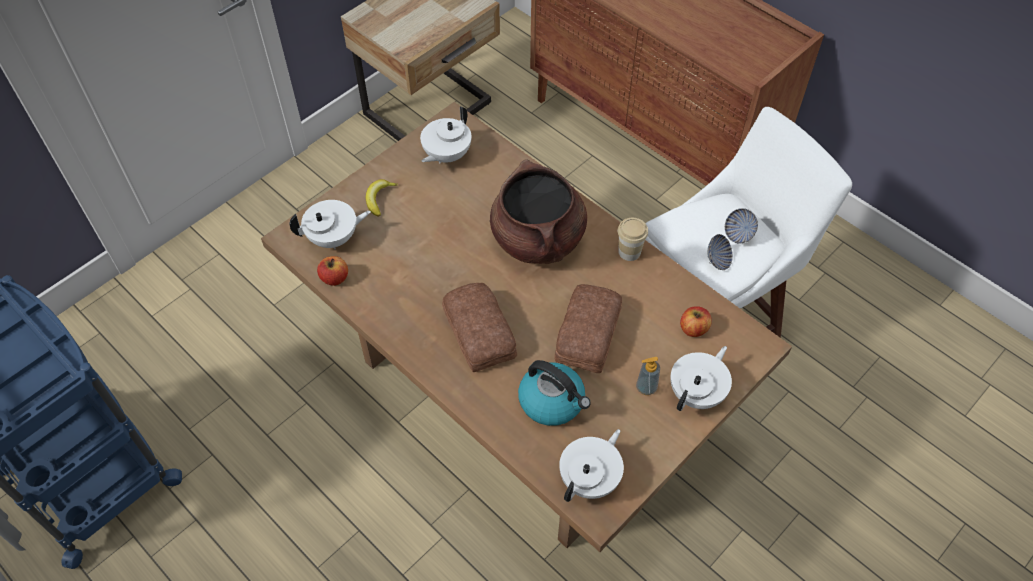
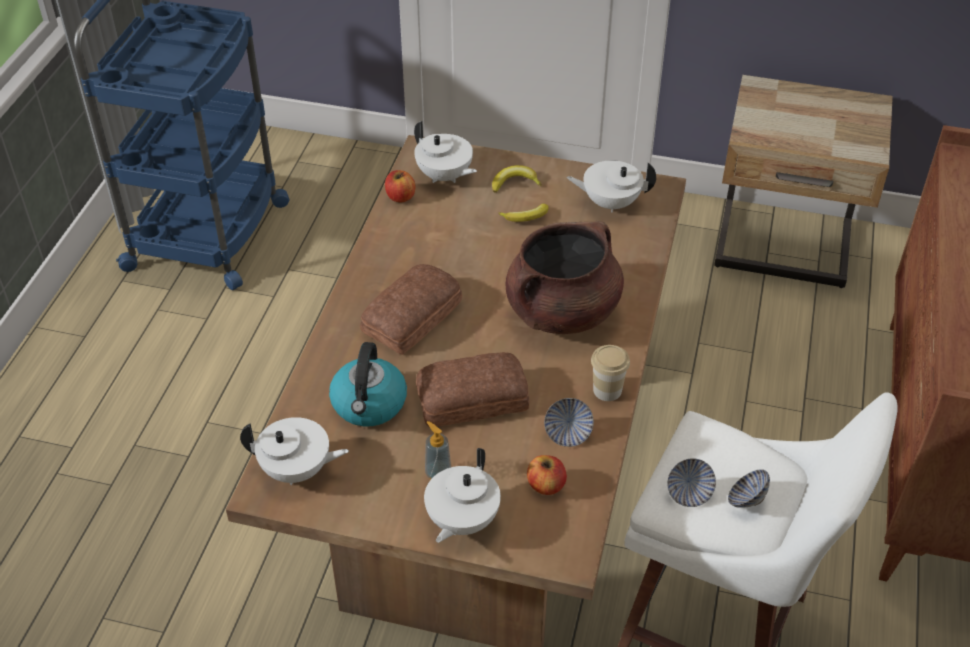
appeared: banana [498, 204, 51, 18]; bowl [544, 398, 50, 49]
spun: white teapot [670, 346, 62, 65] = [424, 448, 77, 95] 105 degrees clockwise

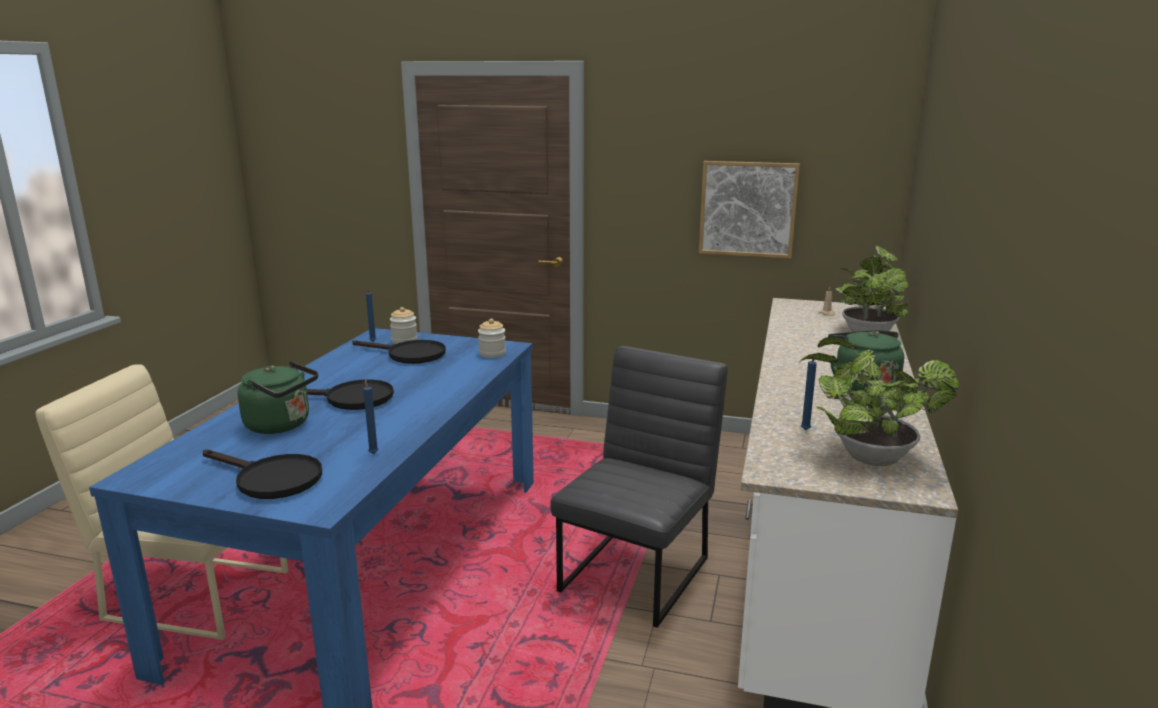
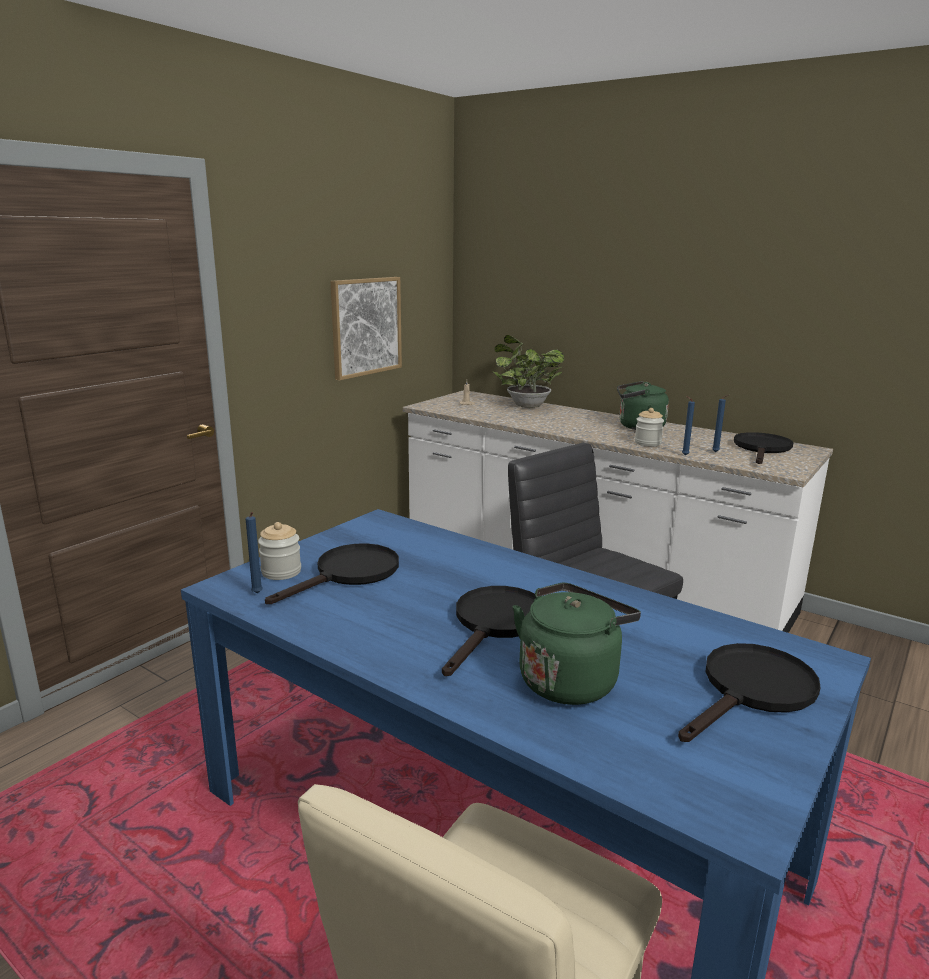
relocated: blue candle [363, 378, 15, 76] to [682, 396, 13, 59]; jar [478, 319, 28, 39] to [635, 408, 29, 38]
exchanged: potted plant [798, 337, 162, 129] to black frying pan [734, 432, 59, 32]

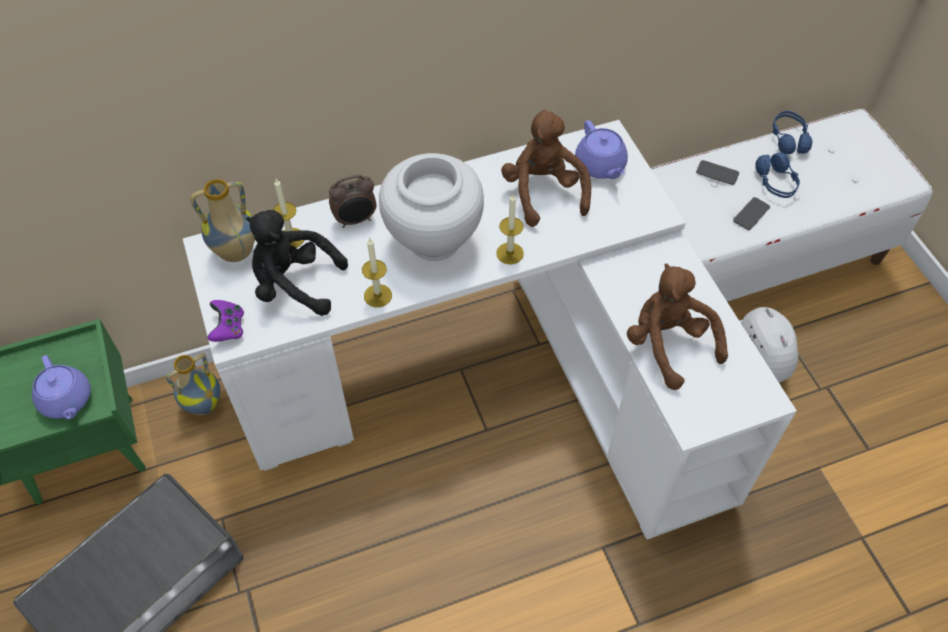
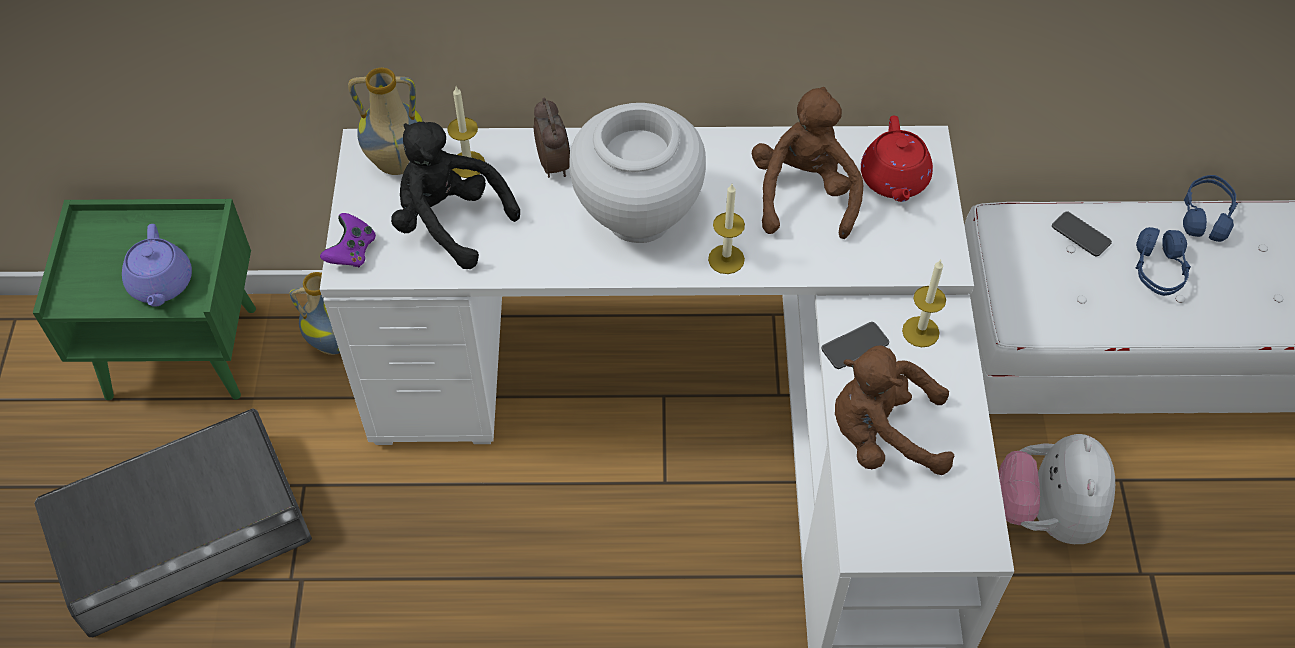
relocated: candle [362, 238, 30, 69] to [902, 260, 44, 87]; phone [733, 197, 37, 33] to [821, 322, 68, 47]
colour: purple teapot [575, 120, 53, 59] to red teapot [861, 116, 72, 86]
spun: alarm clock [329, 175, 47, 53] = [534, 98, 36, 80] 105 degrees counterclockwise; brown plush toy [627, 263, 101, 127] = [835, 345, 120, 130] 75 degrees counterclockwise

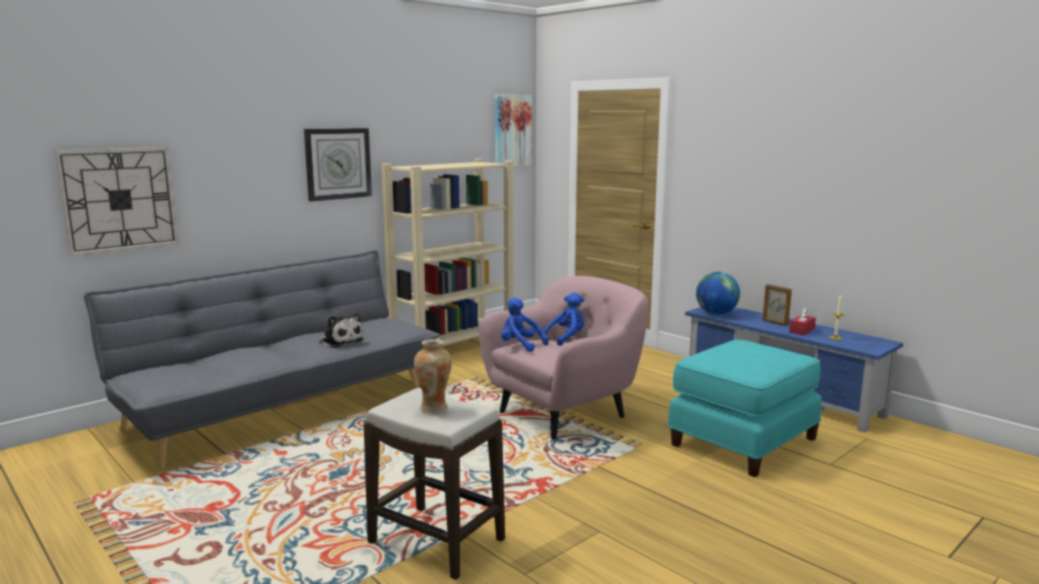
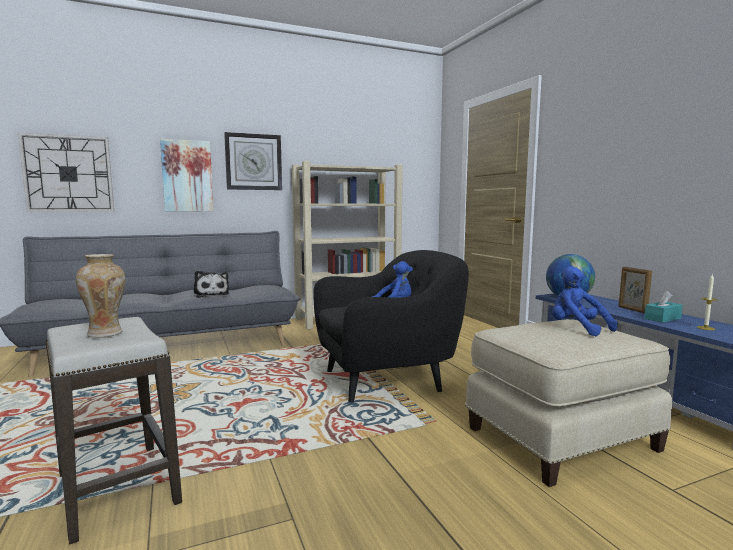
relocated: picture [495, 95, 37, 73] to [160, 139, 54, 73]; blue plush toy [501, 298, 48, 54] to [552, 266, 66, 70]
colour: pink armchair [479, 276, 170, 163] to black armchair [313, 250, 156, 152]; turquoise ottoman [668, 340, 153, 137] to beige ottoman [465, 319, 207, 168]; red tissue box [789, 307, 27, 28] to turquoise tissue box [644, 291, 39, 32]

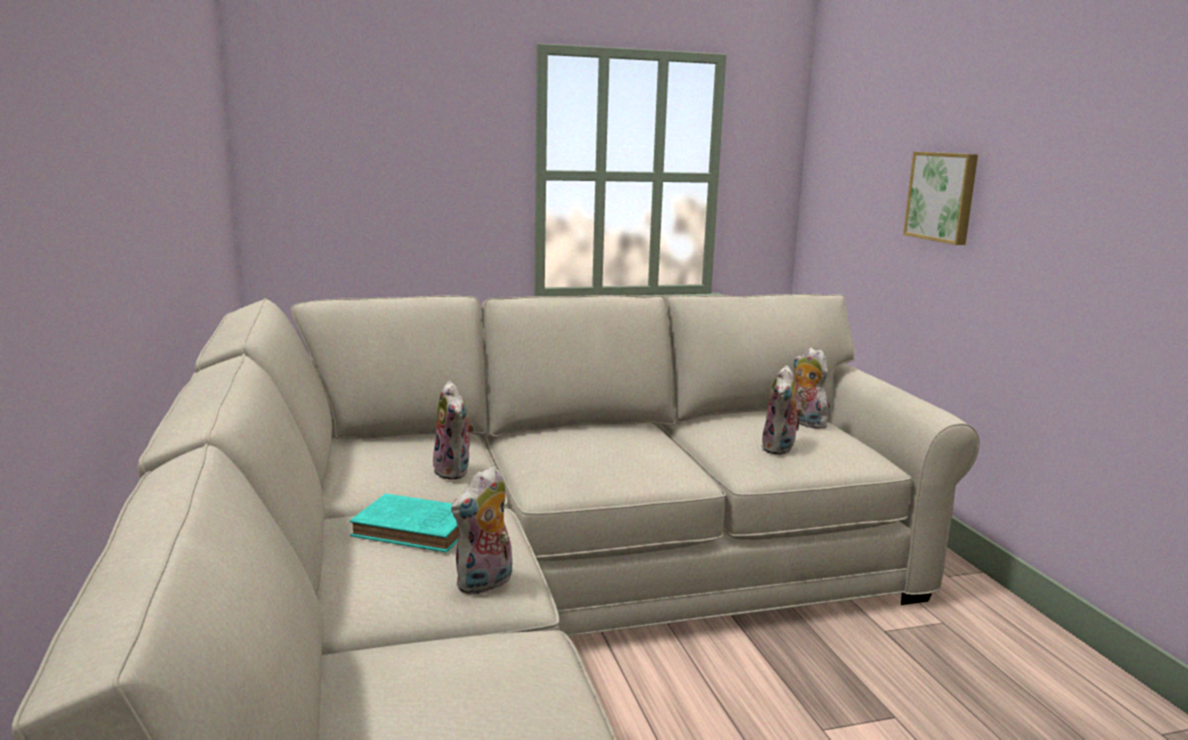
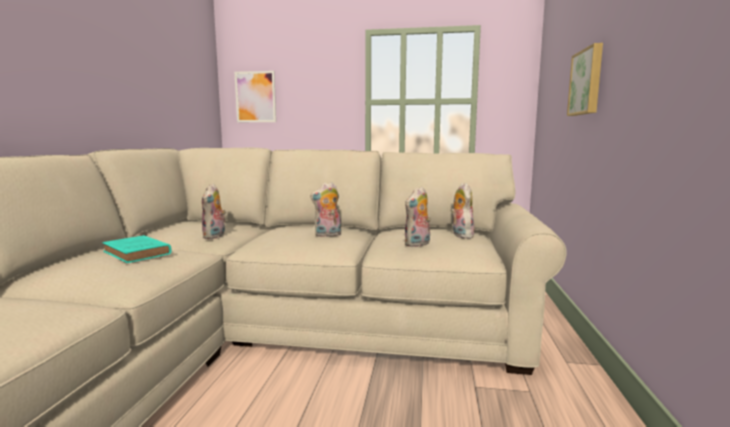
appeared: picture [234, 71, 42, 51]
relocated: plush toy [451, 466, 61, 129] to [310, 182, 31, 55]

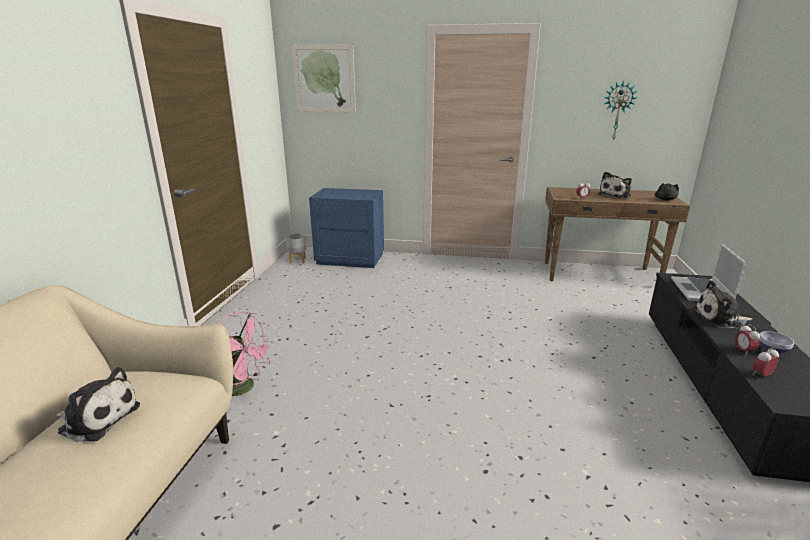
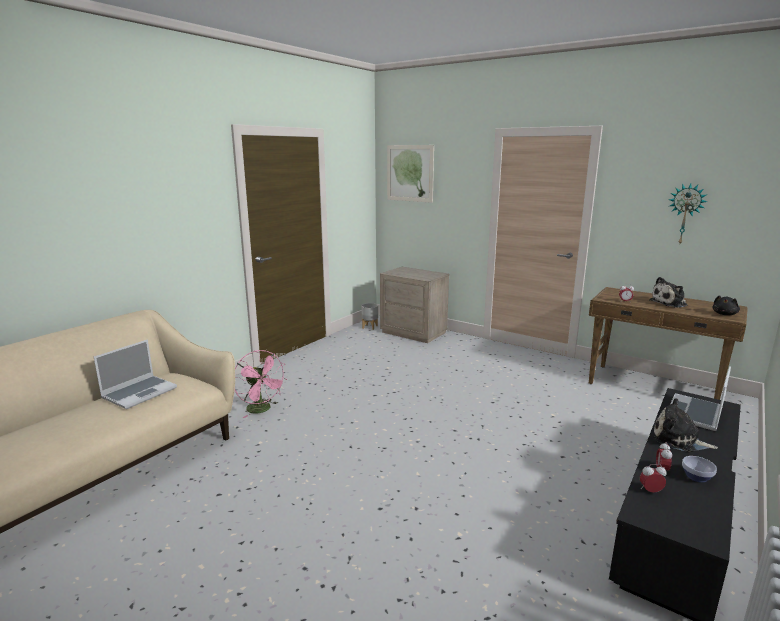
exchanged: plush toy [55, 367, 85, 75] to laptop [94, 339, 83, 70]
colour: blue nightstand [309, 188, 75, 80] to beige nightstand [380, 267, 69, 76]

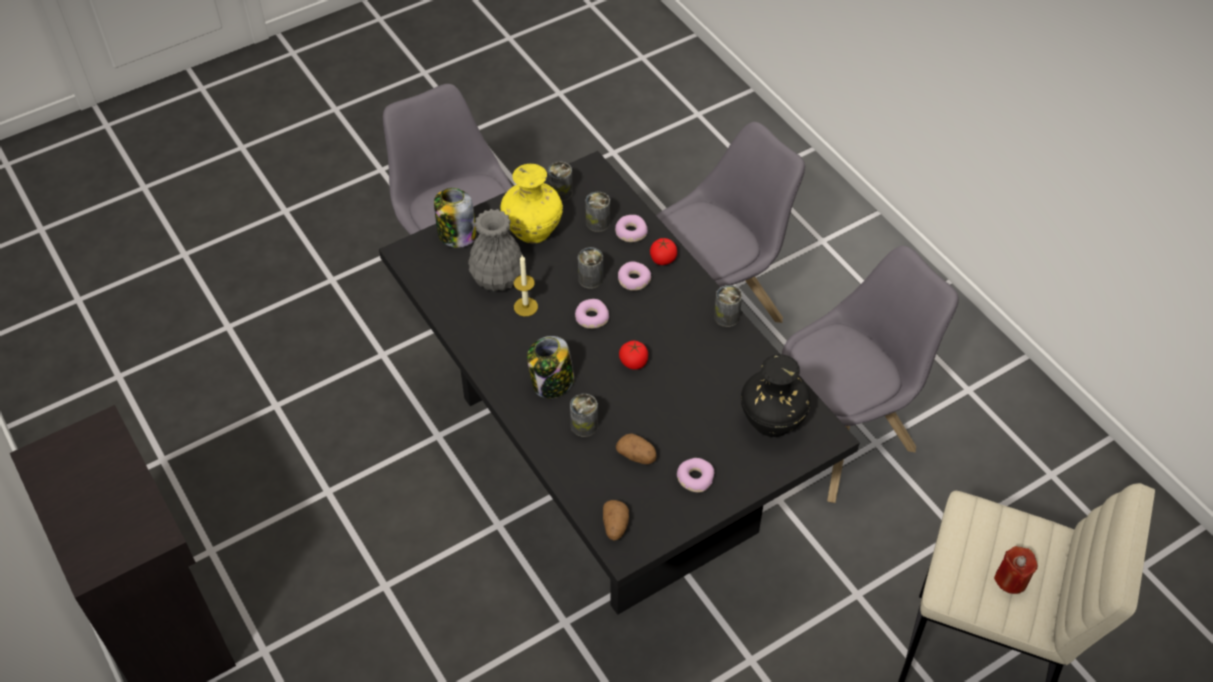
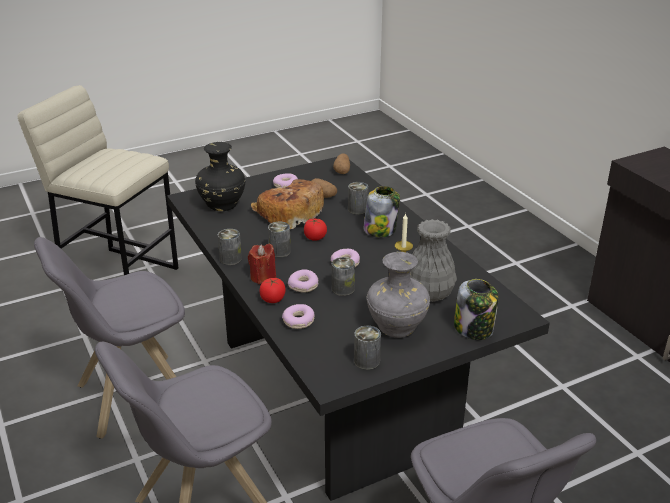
appeared: bread [251, 179, 73, 50]
relocated: can [585, 192, 25, 40] to [268, 221, 23, 37]; red candle [994, 546, 44, 48] to [248, 244, 28, 40]
colour: yellow vase [500, 164, 63, 79] to grey vase [367, 252, 63, 86]

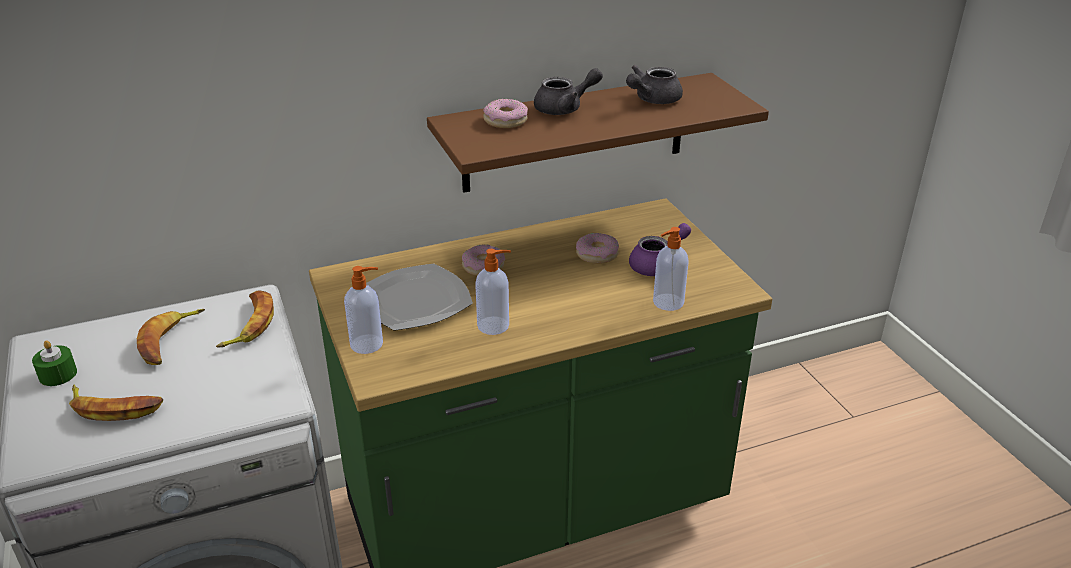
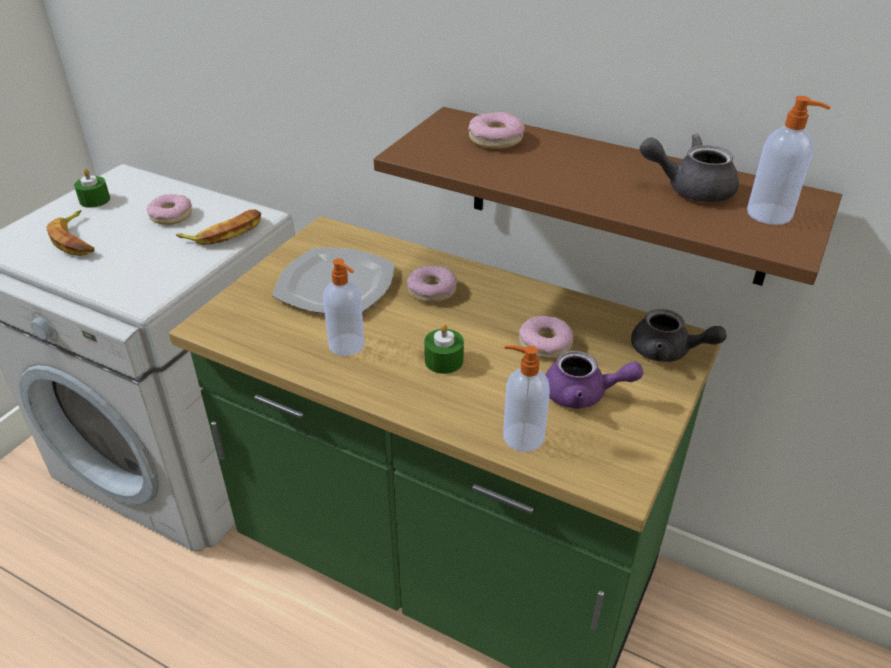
appeared: green candle [424, 324, 40, 50]
relocated: soap dispenser [344, 266, 39, 88] to [747, 96, 84, 129]; grey teapot [534, 68, 69, 47] to [631, 309, 96, 53]
exchanged: banana [137, 309, 68, 56] to donut [147, 194, 45, 31]

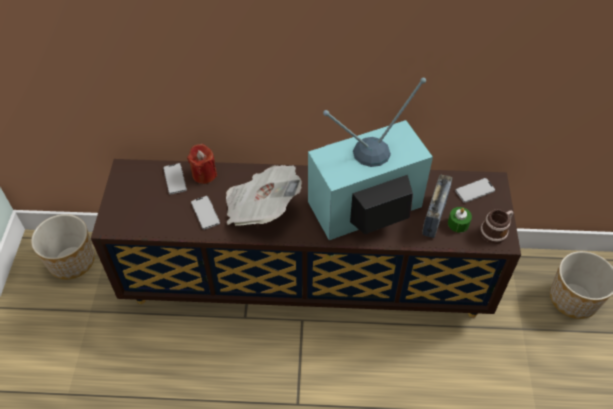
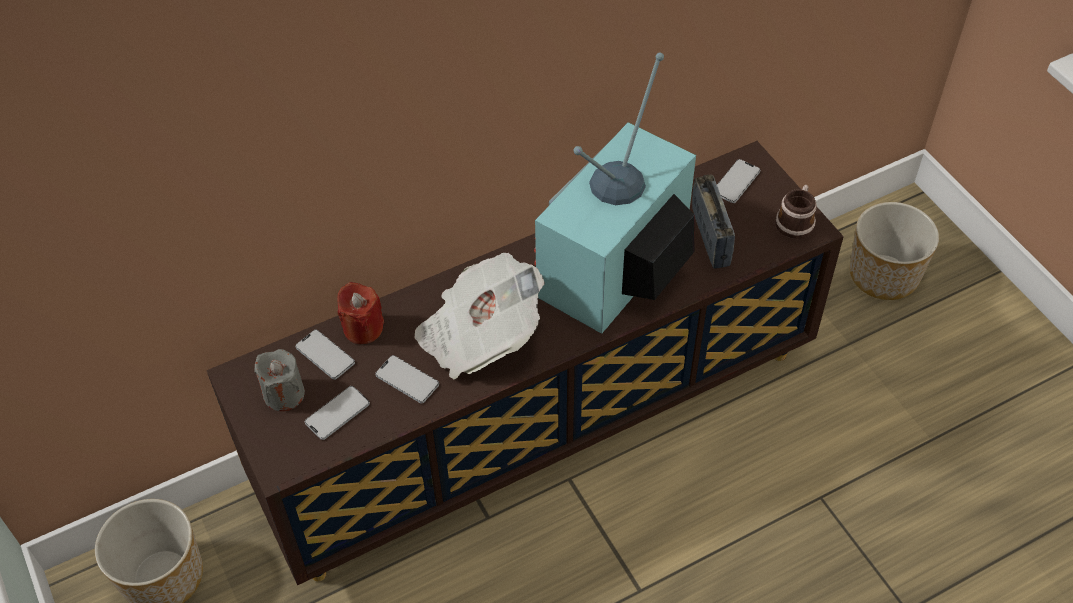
missing: green candle [448, 207, 24, 26]
appeared: grey candle [254, 349, 51, 62]; phone [305, 386, 65, 54]

